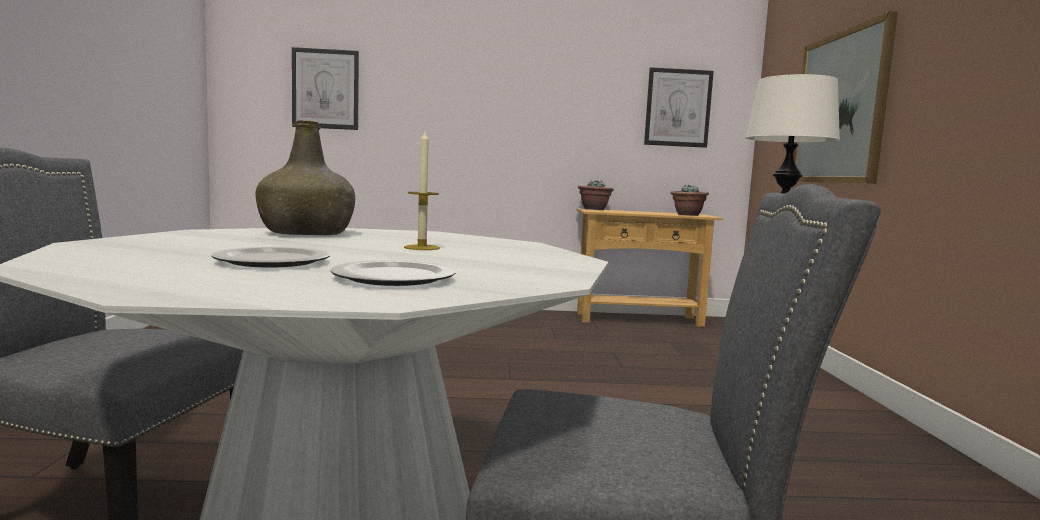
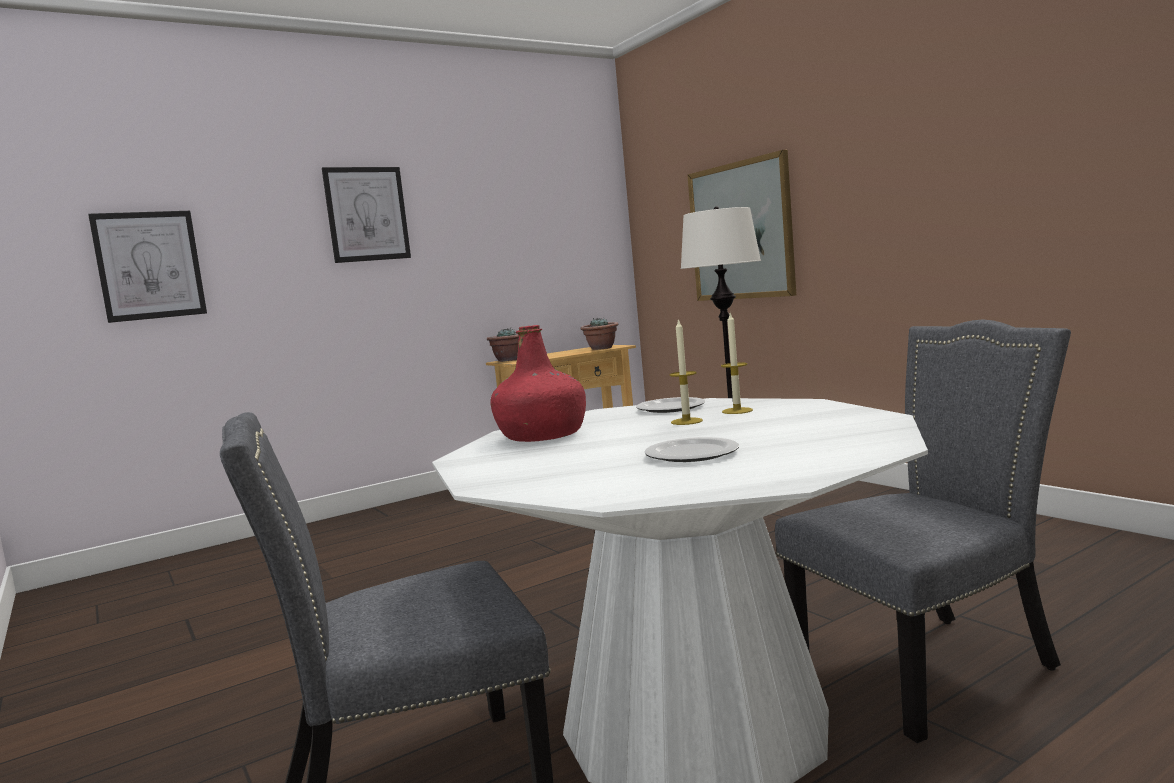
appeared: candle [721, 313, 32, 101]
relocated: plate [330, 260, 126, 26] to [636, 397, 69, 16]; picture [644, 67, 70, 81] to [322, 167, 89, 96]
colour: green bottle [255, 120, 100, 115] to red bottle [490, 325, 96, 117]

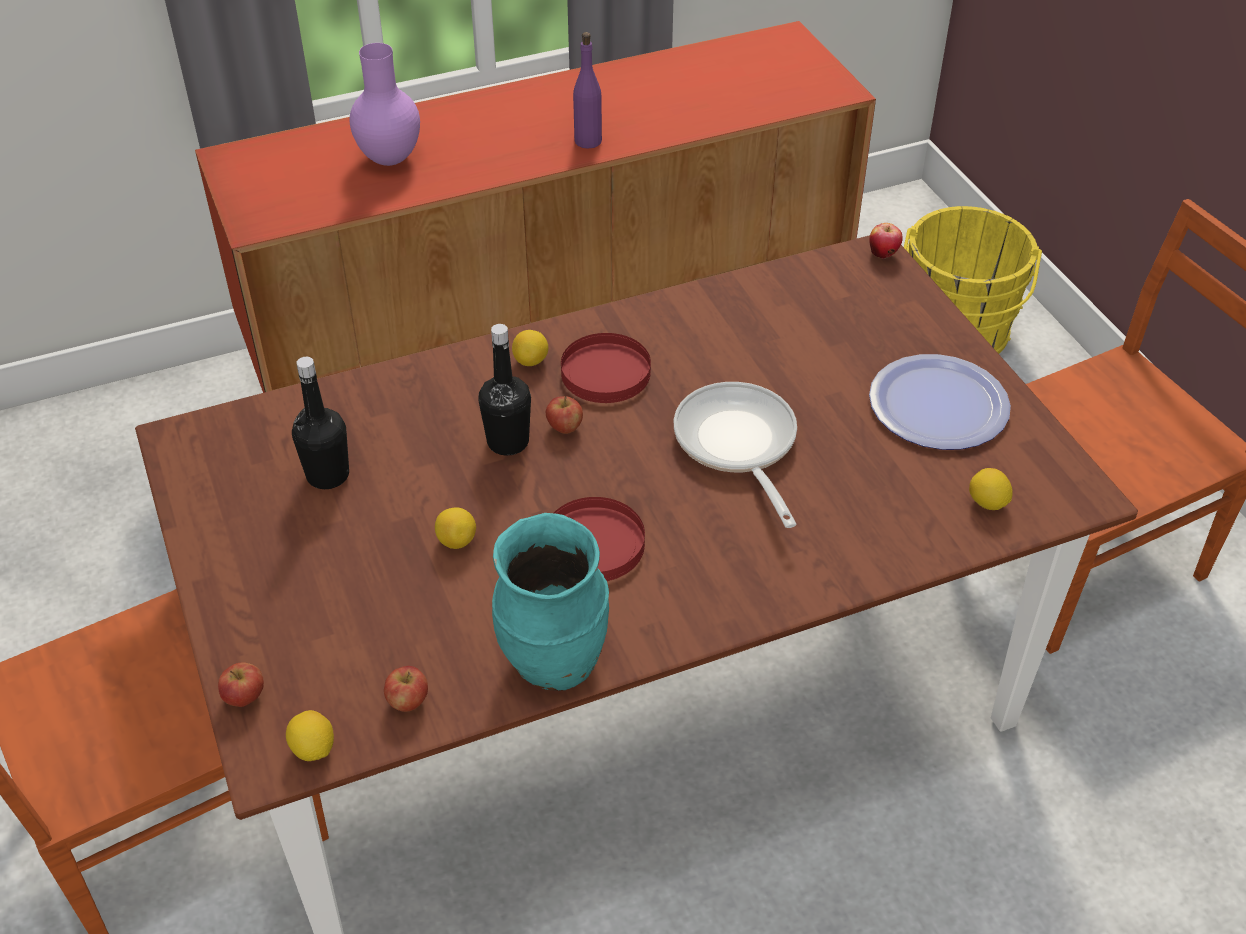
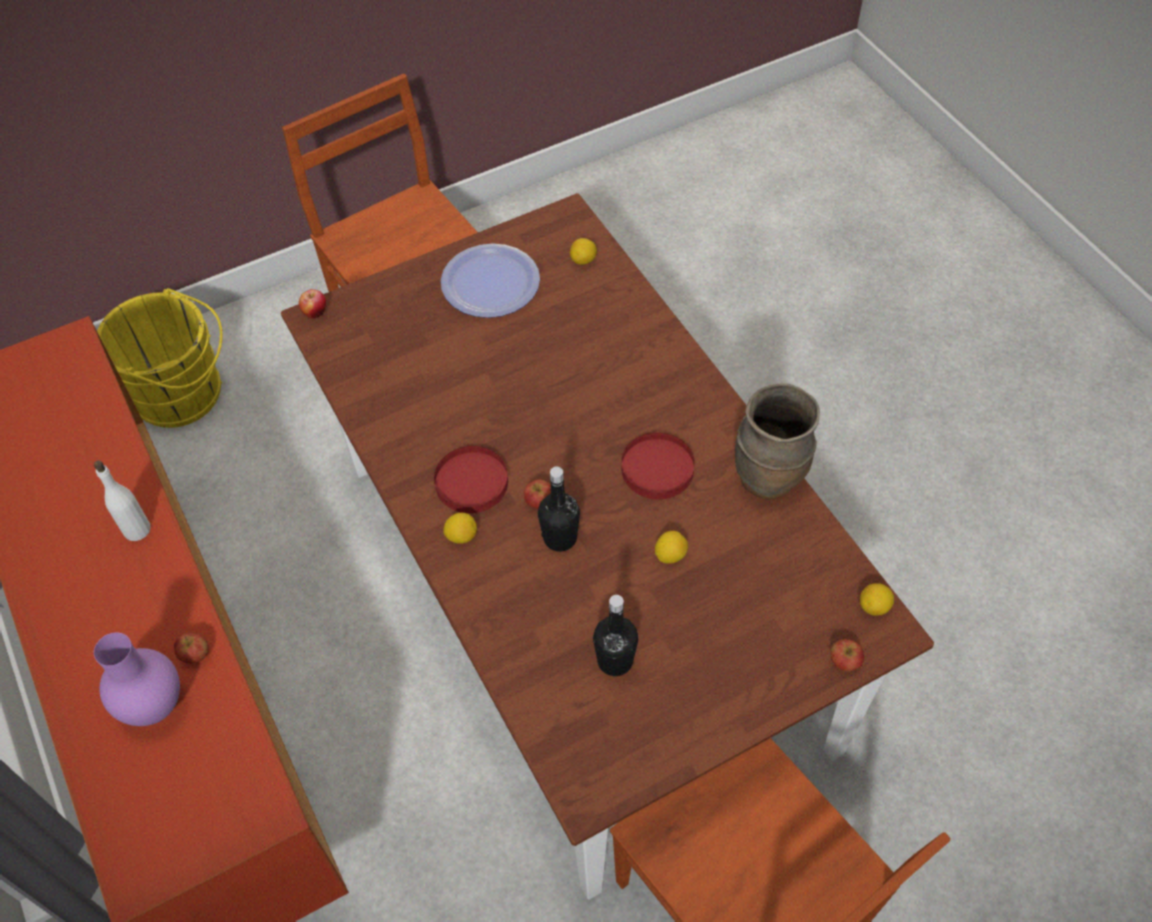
missing: frying pan [674, 382, 123, 146]
relocated: apple [384, 666, 44, 46] to [174, 632, 34, 32]
colour: turquoise vase [492, 513, 117, 178] to brown vase [735, 383, 85, 117]; purple bottle [573, 32, 29, 117] to white bottle [94, 461, 57, 80]

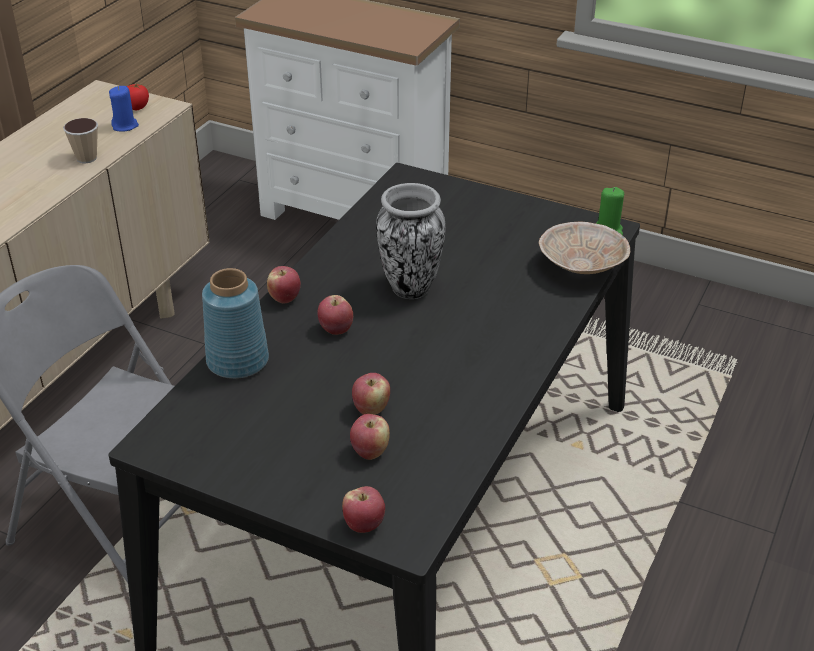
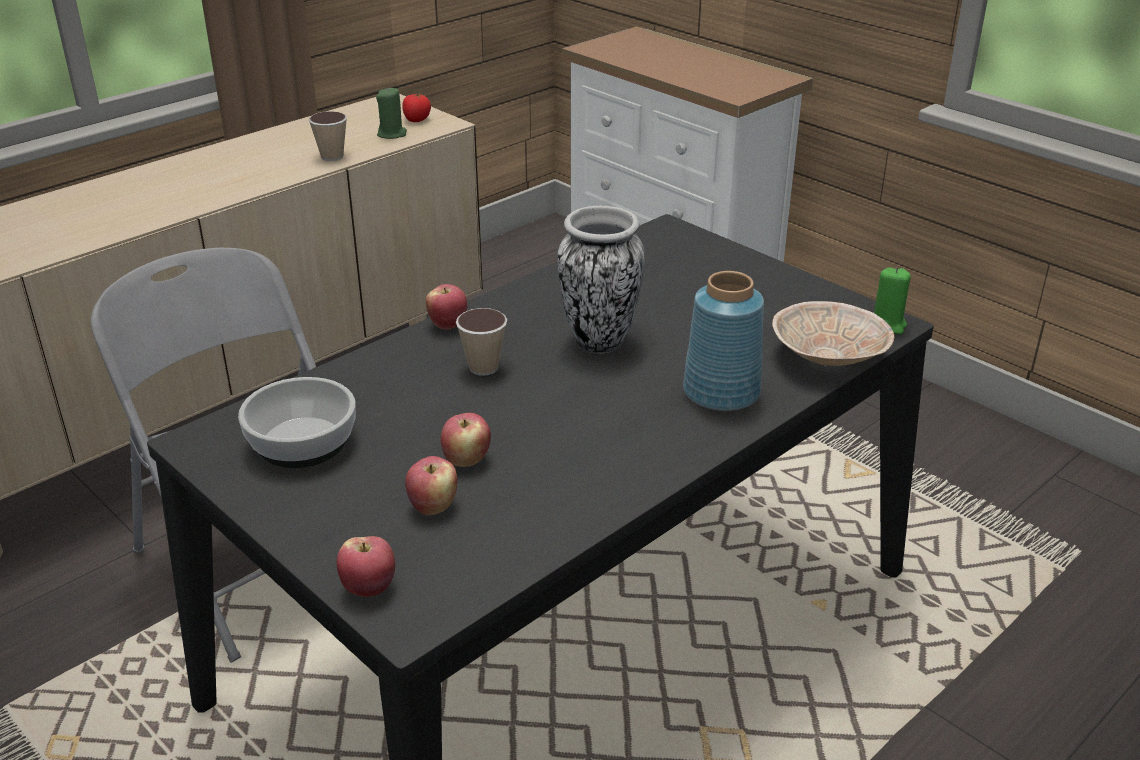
appeared: bowl [238, 377, 118, 91]
relocated: blue vase [202, 268, 67, 111] to [683, 271, 81, 140]
exchanged: apple [318, 295, 35, 40] to cup [456, 308, 51, 68]
colour: blue candle [109, 86, 30, 45] to green candle [376, 87, 31, 52]

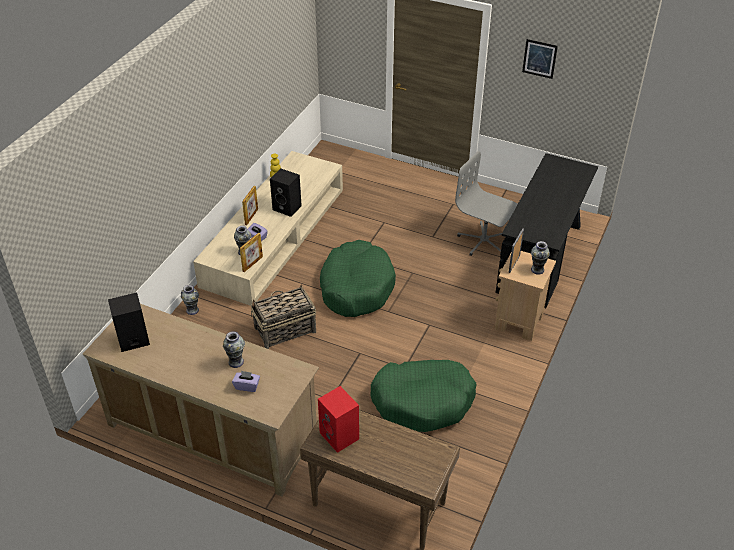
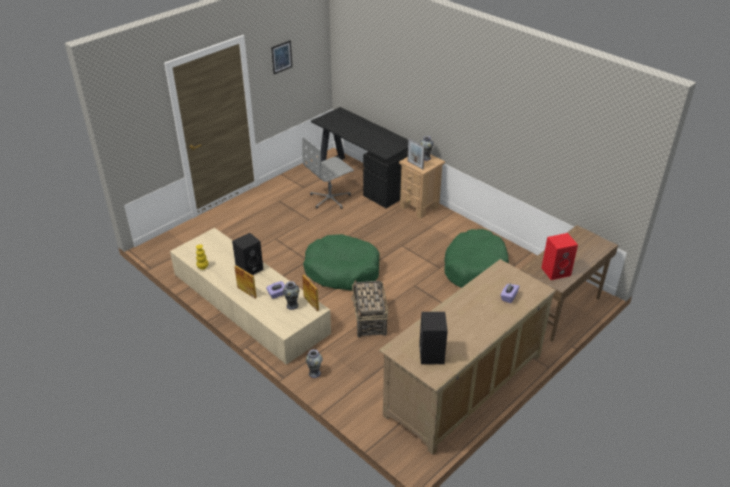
missing: vase [223, 331, 22, 37]

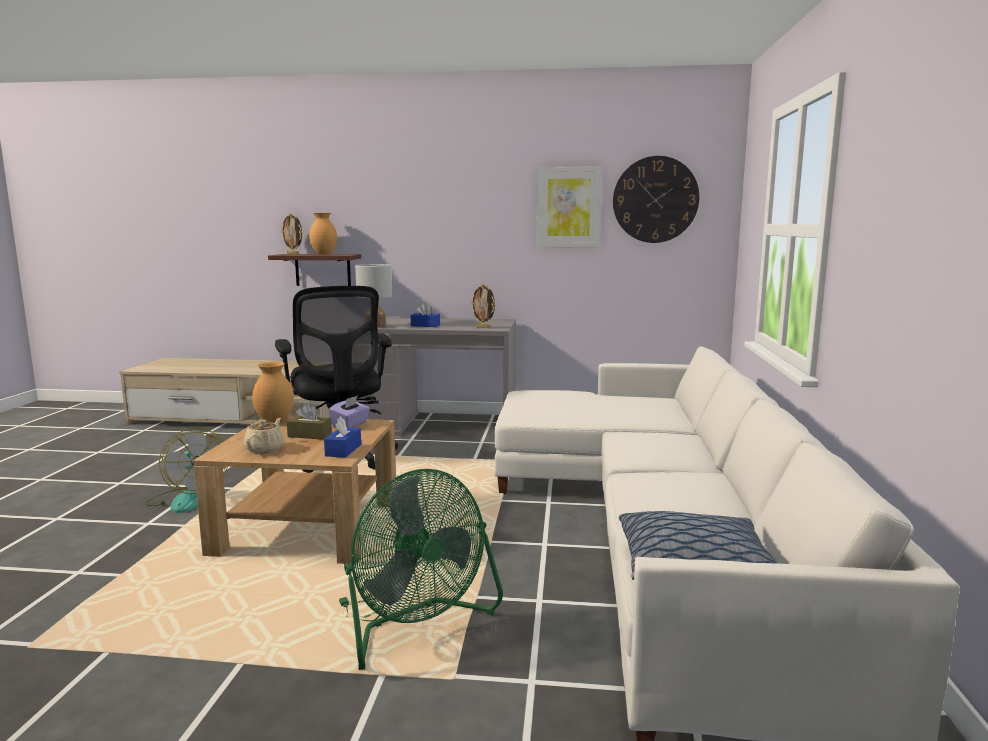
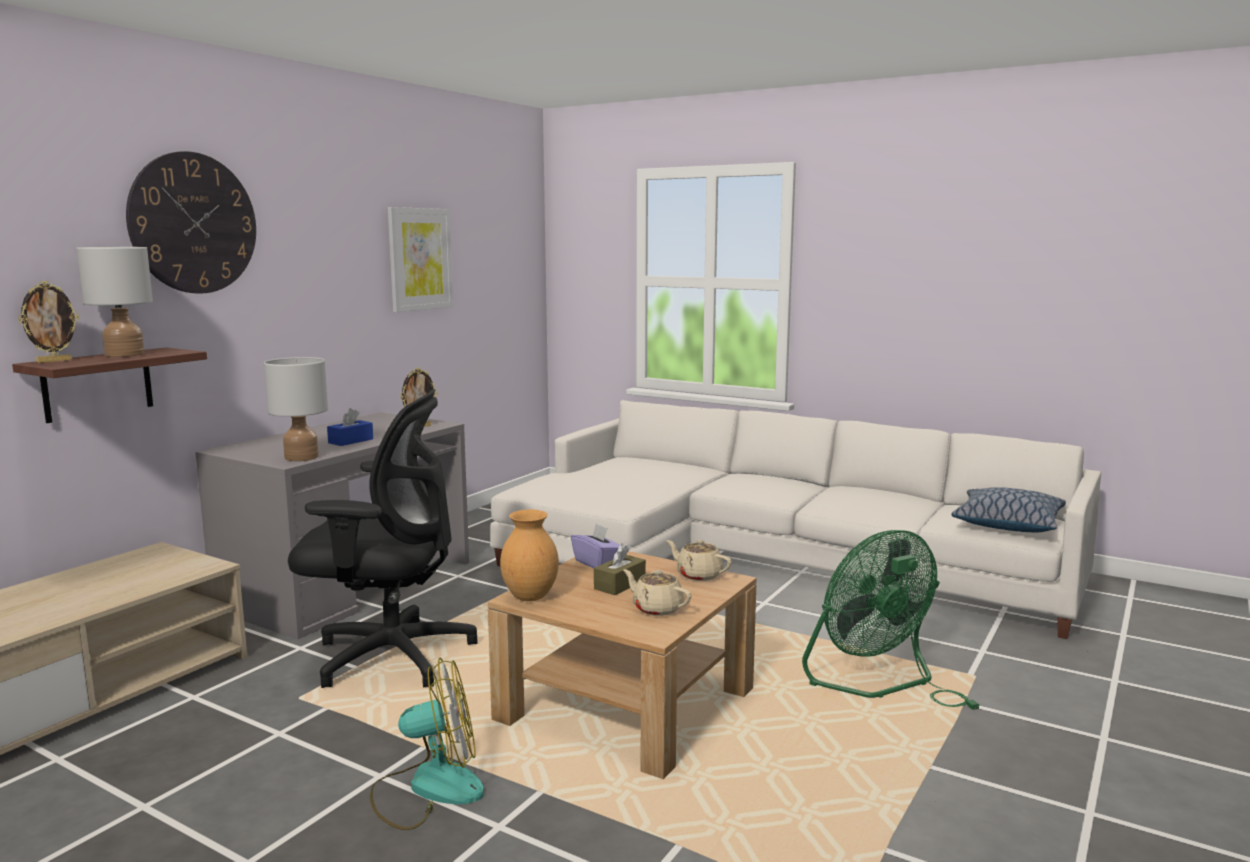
relocated: wall clock [613, 156, 86, 87] to [126, 151, 130, 143]
exchanged: brown vase [309, 213, 28, 42] to grey table lamp [76, 247, 77, 110]; blue tissue box [324, 416, 37, 42] to beige teapot [666, 540, 66, 41]
spun: green fan [339, 469, 164, 201] = [802, 530, 177, 180] 105 degrees counterclockwise

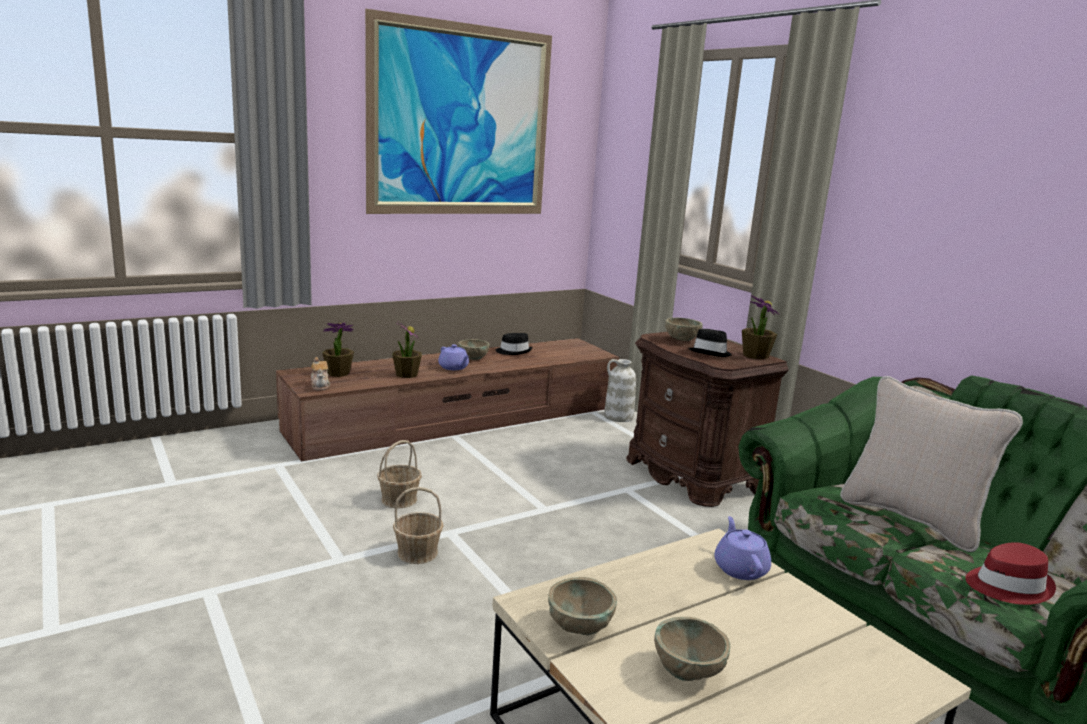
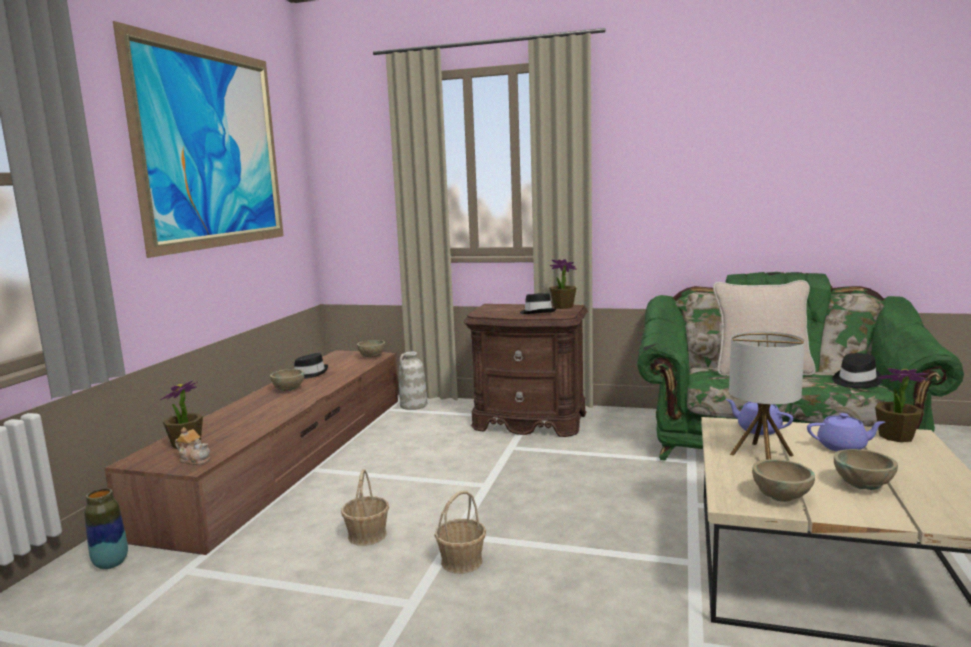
appeared: vase [84, 488, 44, 81]; table lamp [729, 331, 76, 129]
relocated: potted plant [392, 322, 30, 56] to [875, 368, 52, 74]; purple teapot [438, 344, 31, 26] to [807, 413, 78, 38]; beige bowl [665, 318, 38, 23] to [357, 340, 28, 18]
colour: red hat [965, 542, 91, 63] to black hat [832, 353, 51, 35]

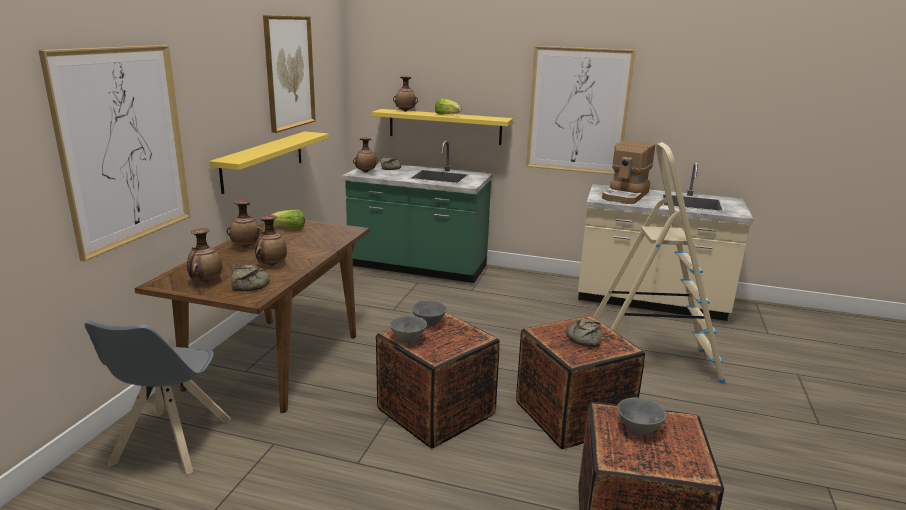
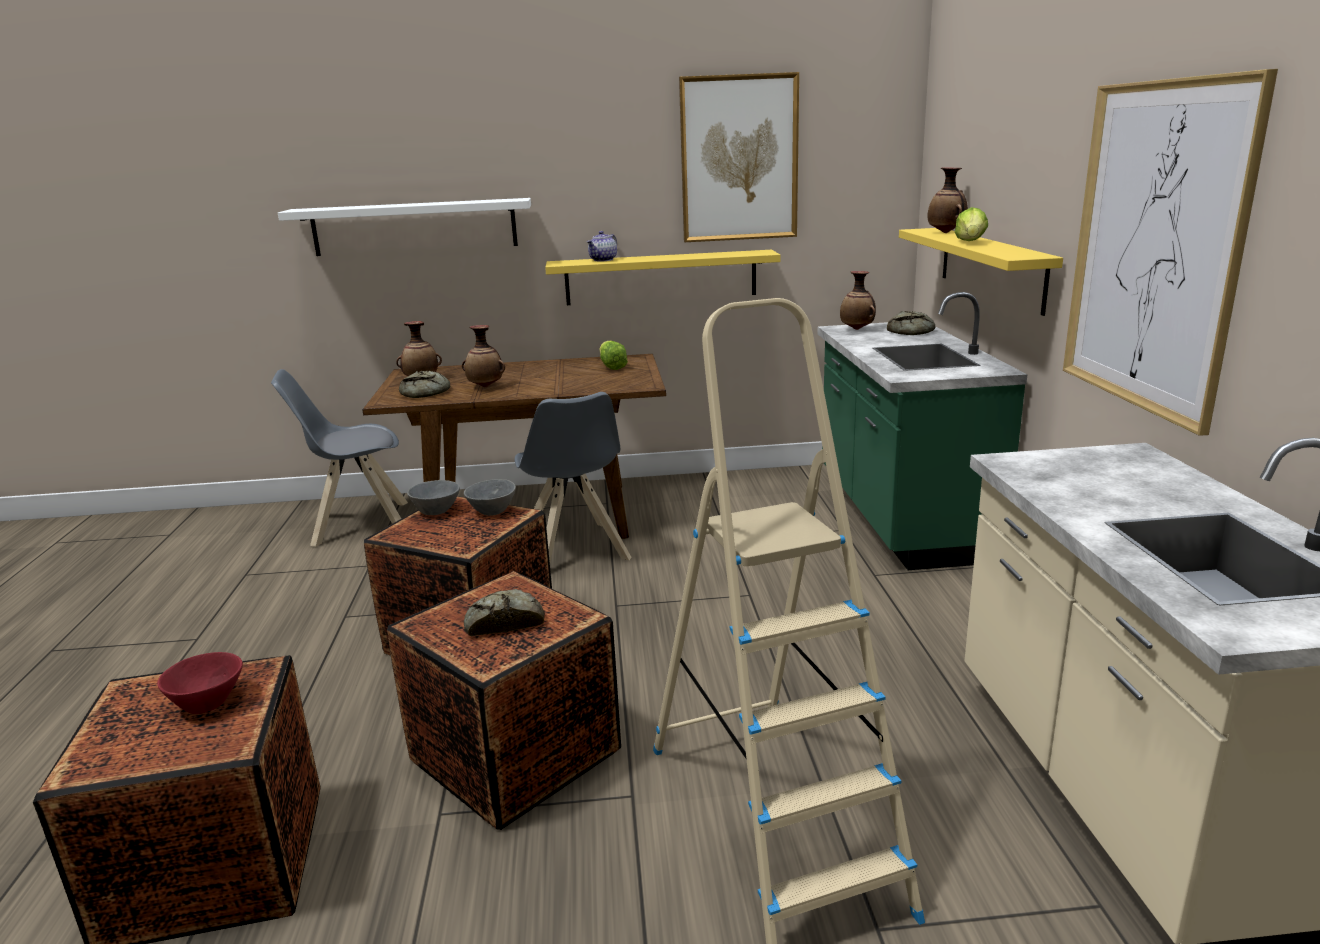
missing: vase [227, 200, 36, 47]; coffee machine [602, 140, 53, 64]
appeared: grey chair [515, 392, 117, 170]; teapot [587, 231, 30, 30]
exchanged: picture [38, 45, 153, 216] to white shelf [278, 198, 253, 58]
colour: grey bowl [618, 397, 49, 38] to red bowl [157, 652, 86, 62]

